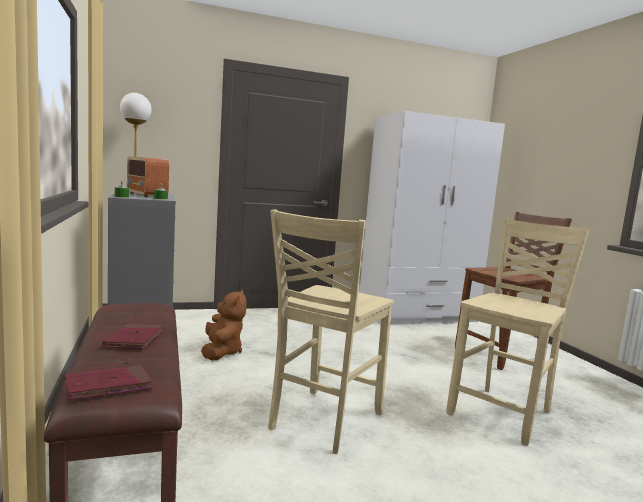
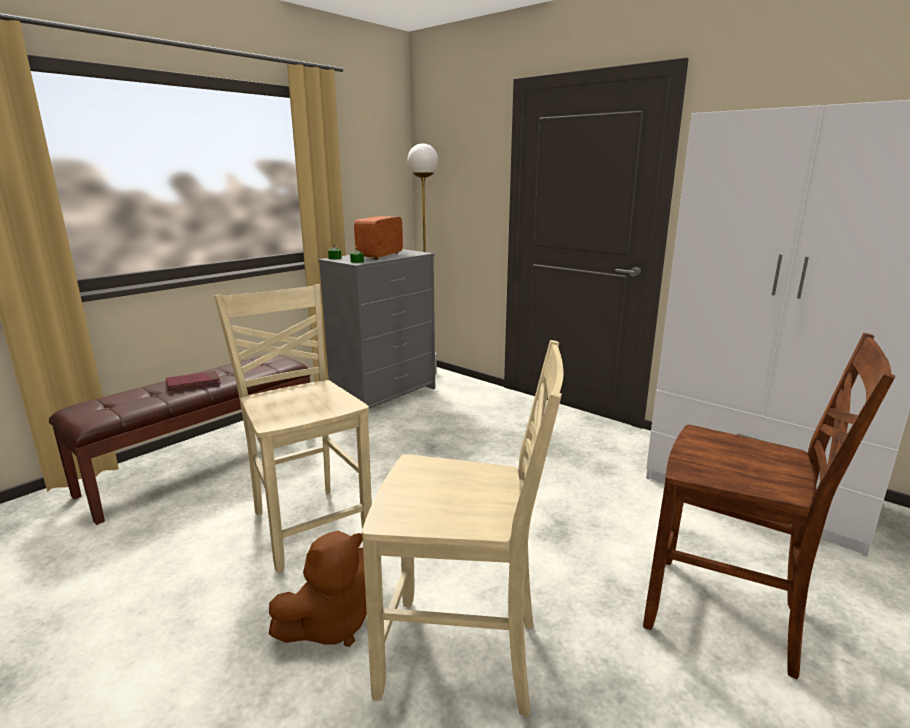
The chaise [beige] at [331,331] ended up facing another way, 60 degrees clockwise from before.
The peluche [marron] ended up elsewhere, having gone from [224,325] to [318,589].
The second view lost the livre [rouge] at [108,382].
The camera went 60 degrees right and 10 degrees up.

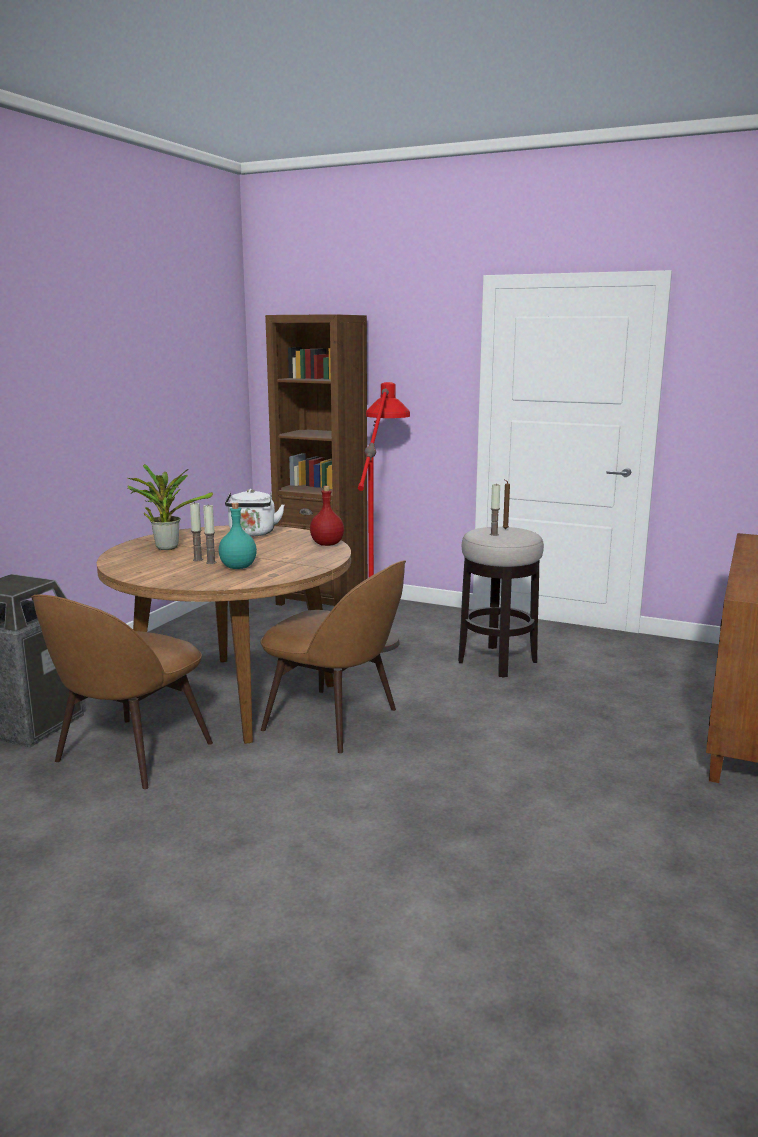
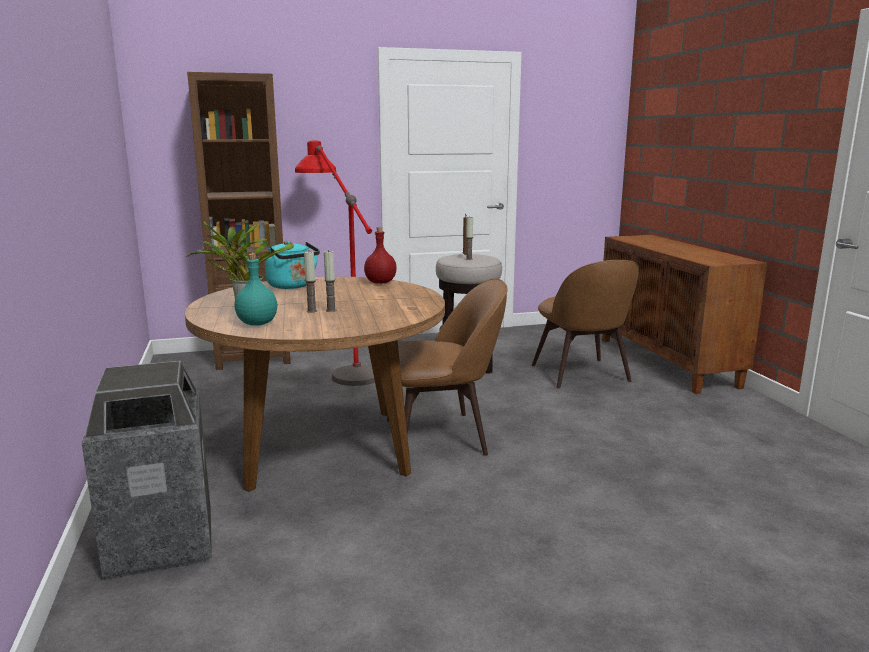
What was the bouilloire [blanc] at [255,512] turned into the bouilloire [turquoise] at [292,265].
The bouteille [turquoise] ended up elsewhere, having gone from [238,536] to [256,289].
The chaise [marron] ended up elsewhere, having gone from [122,692] to [585,324].
The camera went 40 degrees left and 0 degrees up.

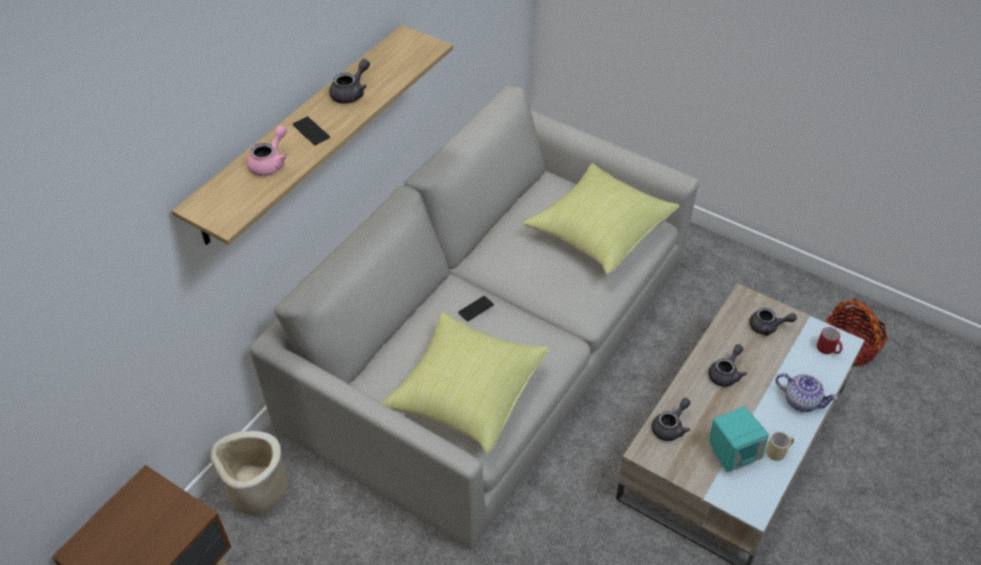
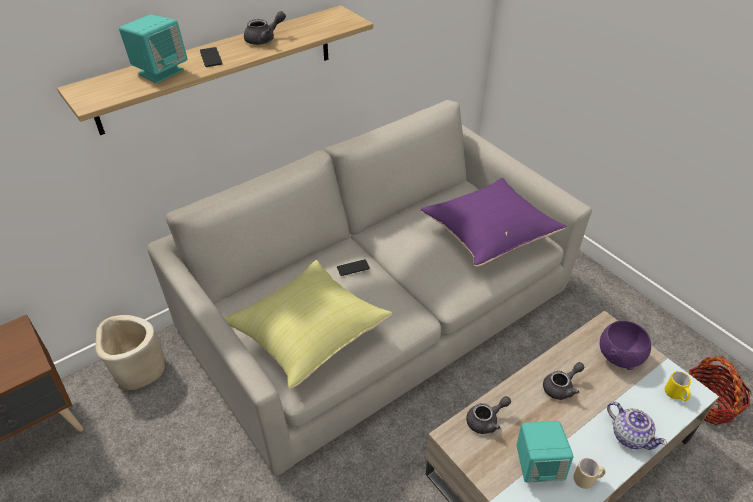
Where the théière [rose] stood at [267,150], the enceinte [turquoise] came to stand at [153,49].
What was the coussin [jaune] at [601,218] turned into the coussin [violet] at [494,222].
Where the théière [gris] stood at [773,321], the bol [violet] came to stand at [625,345].
What was the mug [rouge] at [830,340] turned into the mug [jaune] at [678,386].
The camera went 20 degrees right and 5 degrees down.

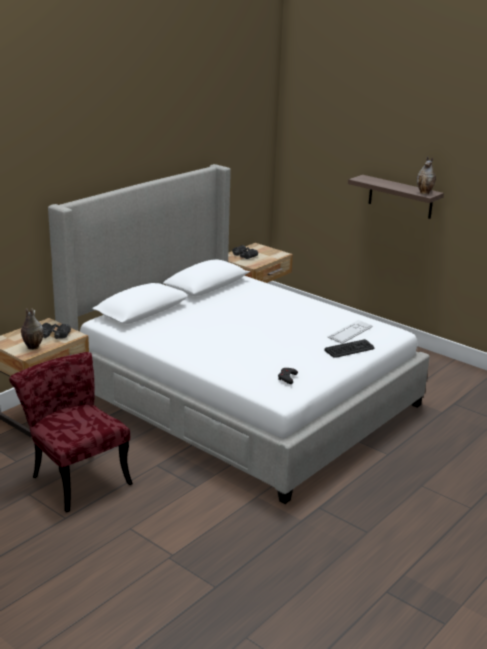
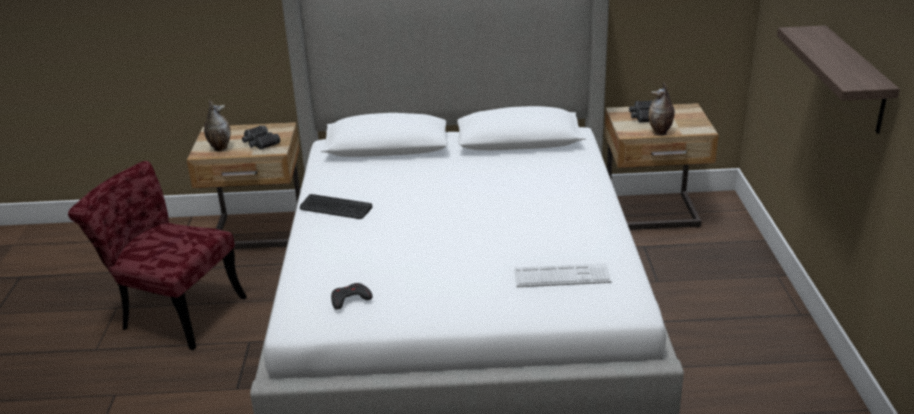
The vase ended up elsewhere, having gone from [426,175] to [661,109].
The clavier ended up elsewhere, having gone from [349,348] to [336,206].
The chaise [rouge] at [71,432] ended up facing another way, 75 degrees counterclockwise from before.
The camera went 50 degrees right and 5 degrees up.

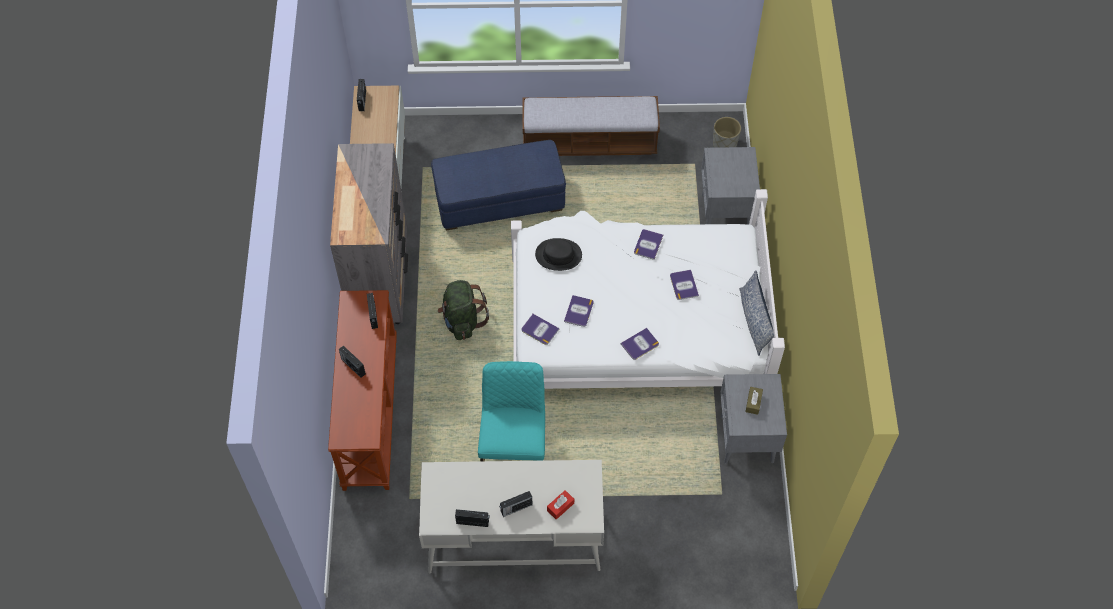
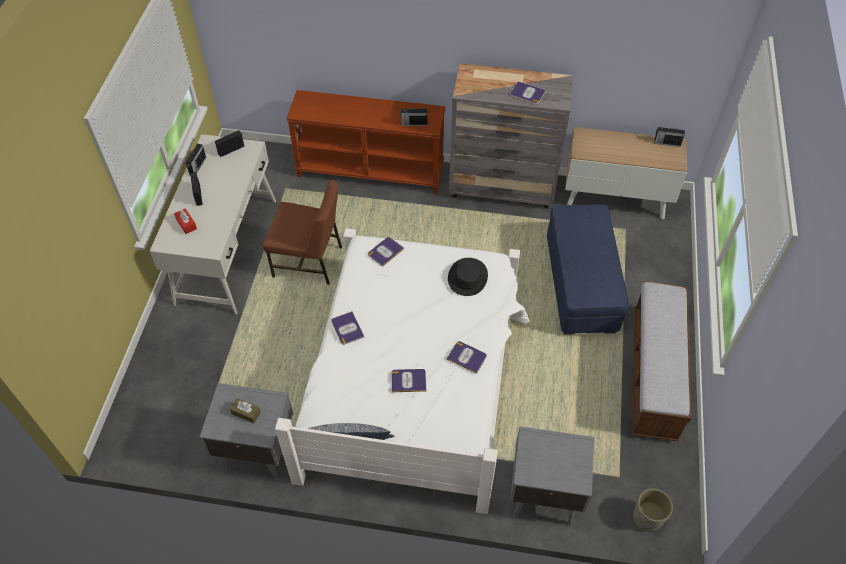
The second view lost the sac à dos [vert] at [463,310].
The livre ended up elsewhere, having gone from [579,311] to [528,92].
The radio ended up elsewhere, having gone from [352,362] to [229,143].
What was the chaise [turquoise] at [511,411] turned into the chaise [marron] at [302,232].
The camera went 100 degrees right and 5 degrees down.

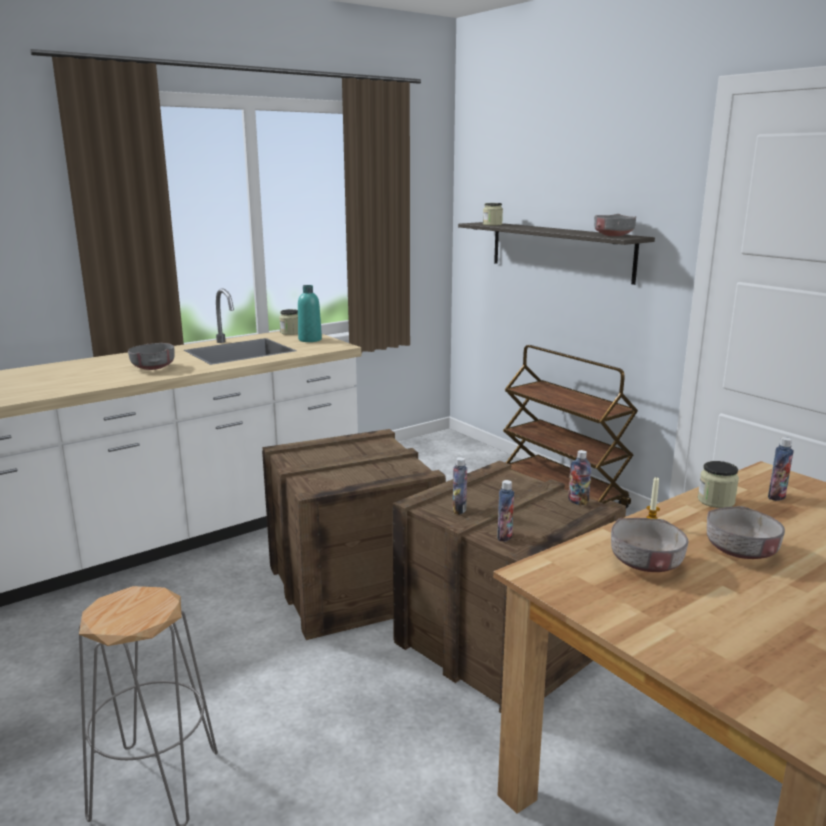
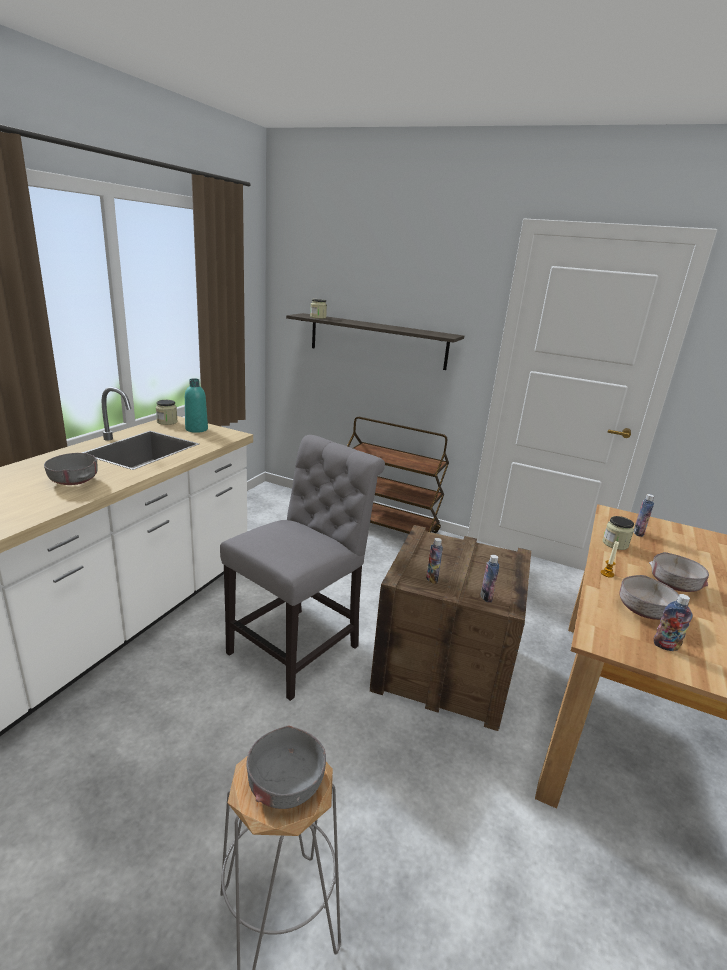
The bol [gris] ended up elsewhere, having gone from [615,225] to [286,767].
Where the caisse stood at [354,534], the chaise [gris] came to stand at [302,568].
The bouteille ended up elsewhere, having gone from [579,478] to [673,622].
The camera went 30 degrees left and 5 degrees up.

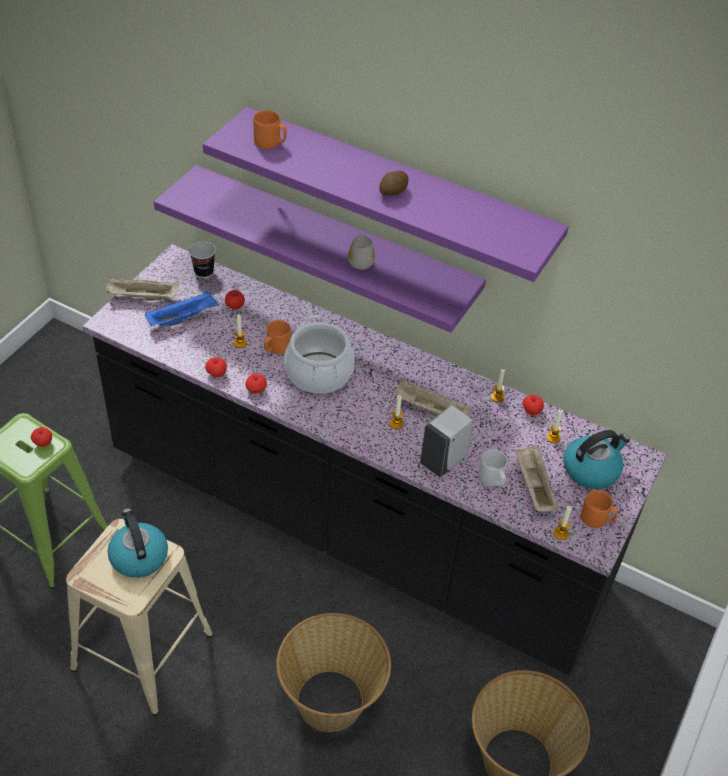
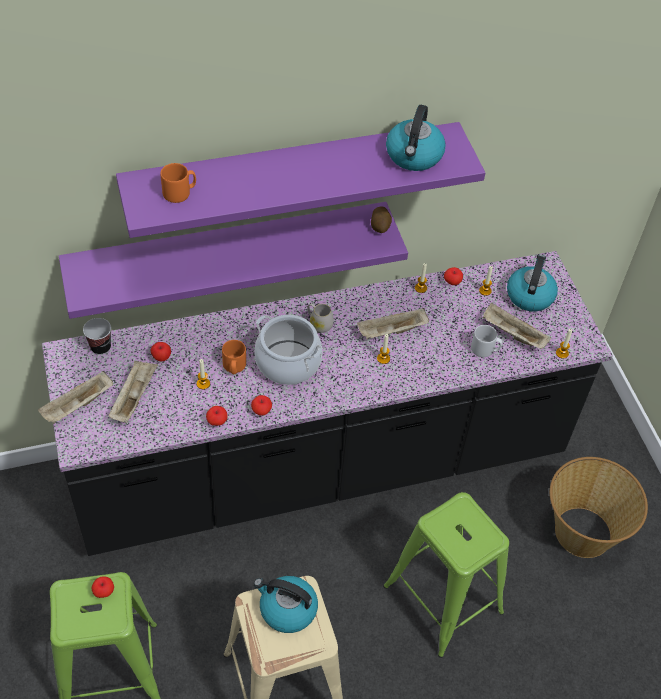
The pomme de terre ended up elsewhere, having gone from [394,183] to [381,219].
The mug [blanc] ended up elsewhere, having gone from [361,251] to [320,318].
What was the plateau [bleu] at [182,309] turned into the plateau [beige] at [133,392].
The second view lost the distributeur de savon [blanc] at [446,441].
The second view lost the mug [orange] at [599,509].
Where the panier stood at [333,672], the tabouret [vert] came to stand at [446,575].
The second view gained the bouilloire at [416,138].
The camera went 45 degrees left and 5 degrees up.

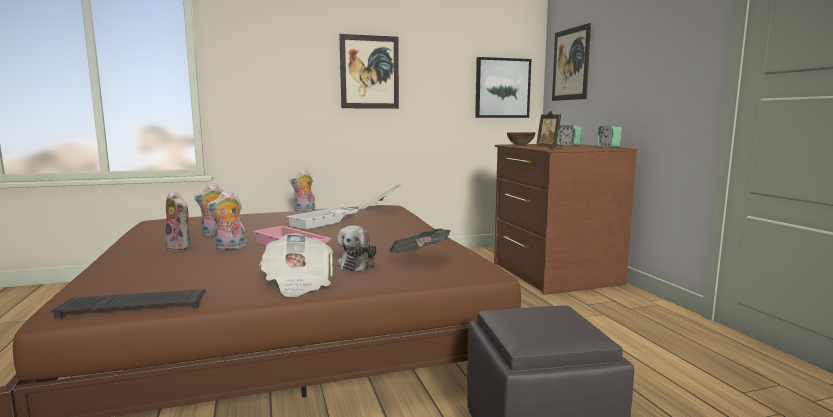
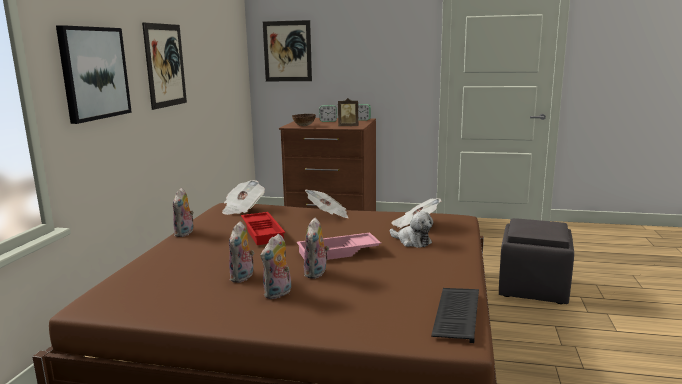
The tableau ended up elsewhere, having gone from [503,87] to [94,74].
The peluche at [177,221] ended up facing another way, 150 degrees clockwise from before.
What was the plateau [blanc] at [323,218] turned into the plateau [rouge] at [263,228].
The journal ended up elsewhere, having gone from [296,265] to [326,204].
The camera went 60 degrees left and 5 degrees up.

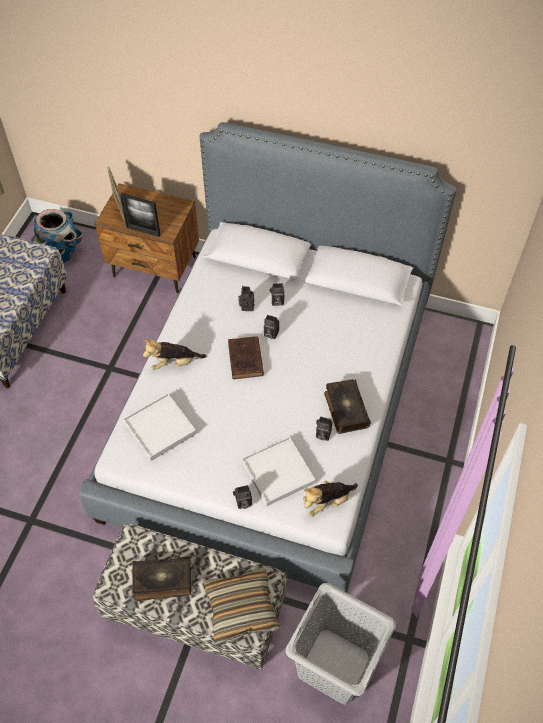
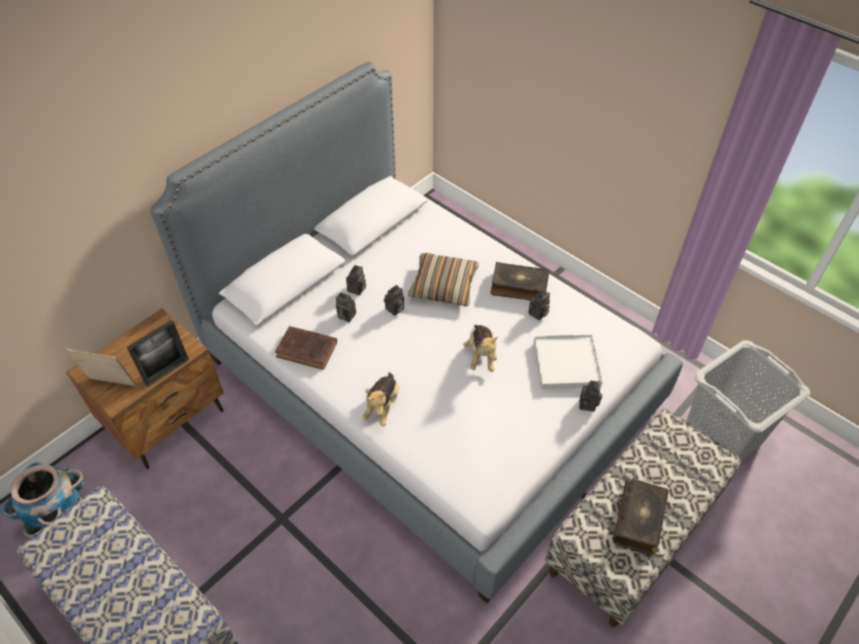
The livre [marron] ended up elsewhere, having gone from [246,357] to [306,348].
The second view lost the plateau [blanc] at [159,427].
The peluche ended up elsewhere, having gone from [330,499] to [480,348].
The coussin ended up elsewhere, having gone from [241,606] to [443,280].
The camera went 65 degrees left and 5 degrees down.

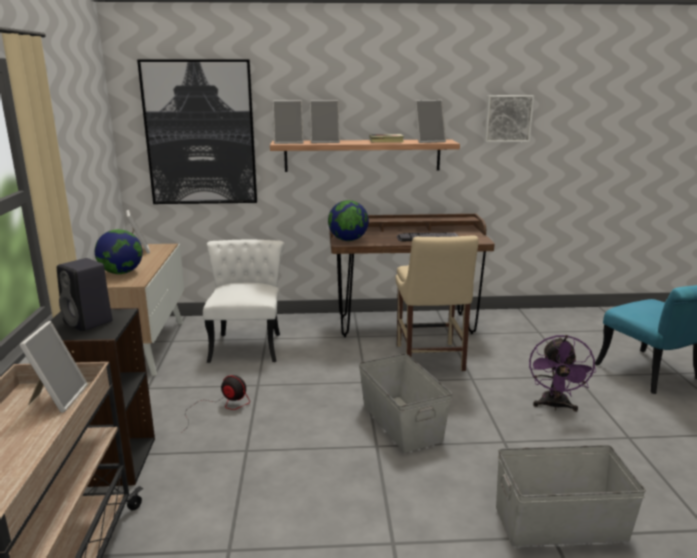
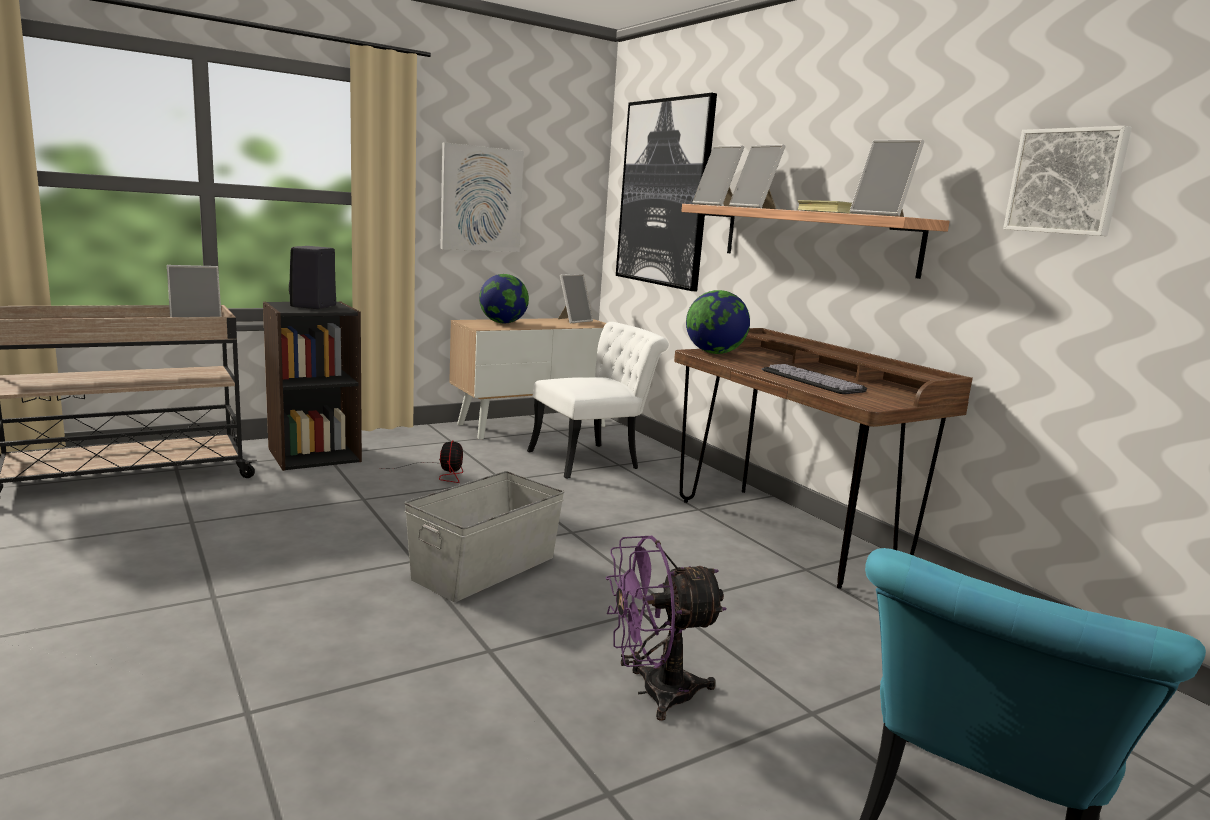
The second view lost the chaise [beige] at [437,303].
The second view lost the boîte de rangement [gris] at [571,495].
The second view gained the tableau at [482,197].
The camera went 60 degrees right and 5 degrees down.

